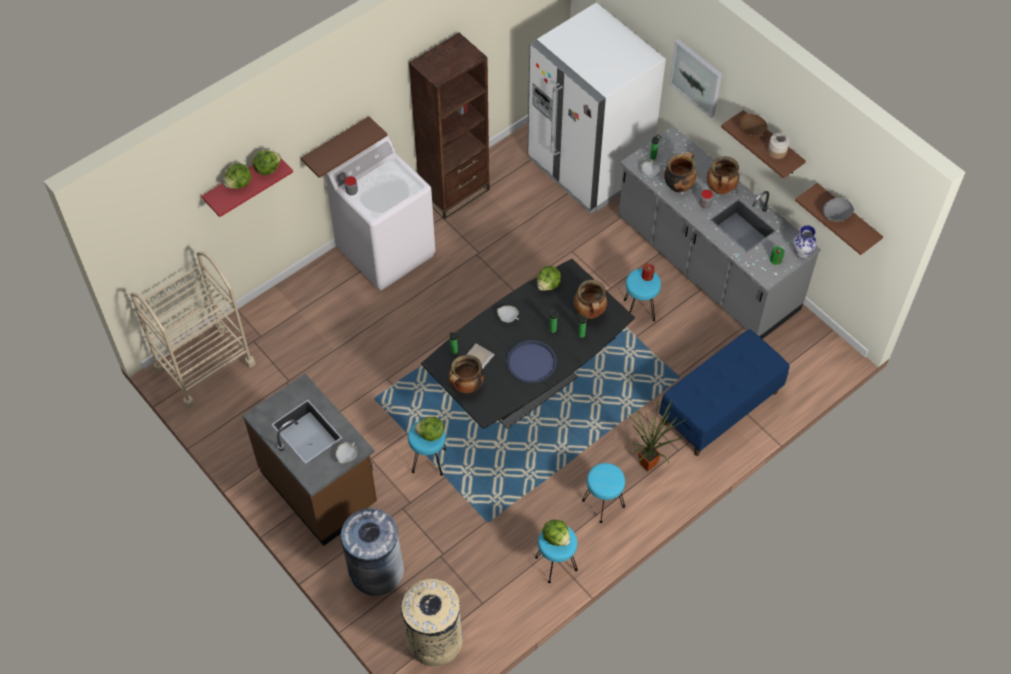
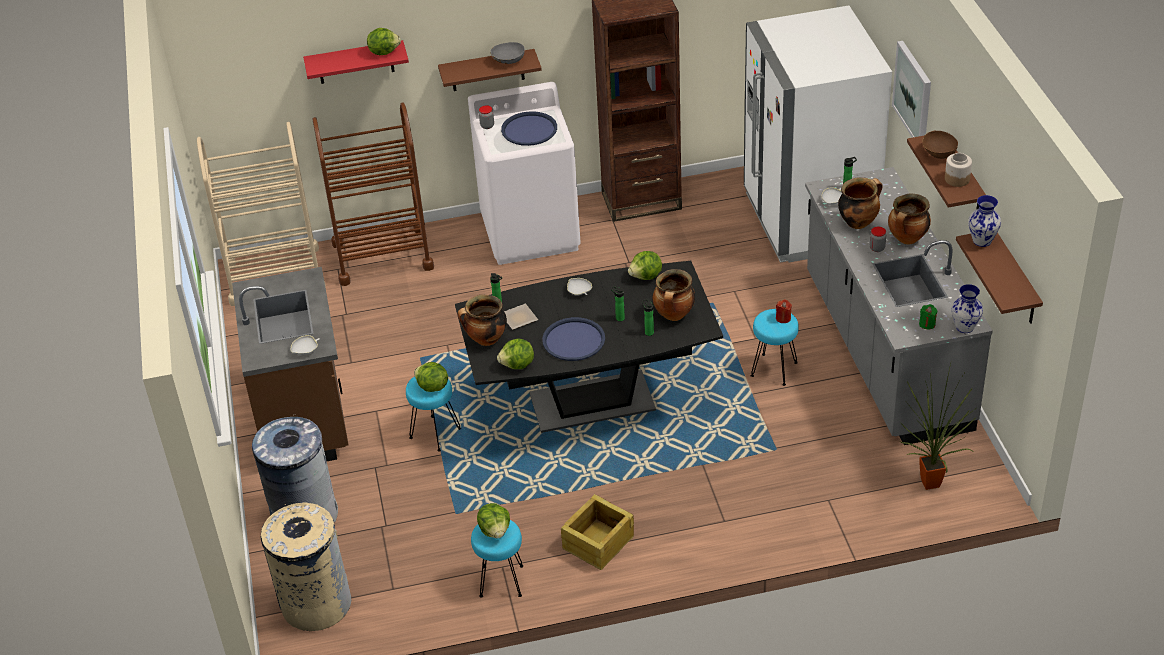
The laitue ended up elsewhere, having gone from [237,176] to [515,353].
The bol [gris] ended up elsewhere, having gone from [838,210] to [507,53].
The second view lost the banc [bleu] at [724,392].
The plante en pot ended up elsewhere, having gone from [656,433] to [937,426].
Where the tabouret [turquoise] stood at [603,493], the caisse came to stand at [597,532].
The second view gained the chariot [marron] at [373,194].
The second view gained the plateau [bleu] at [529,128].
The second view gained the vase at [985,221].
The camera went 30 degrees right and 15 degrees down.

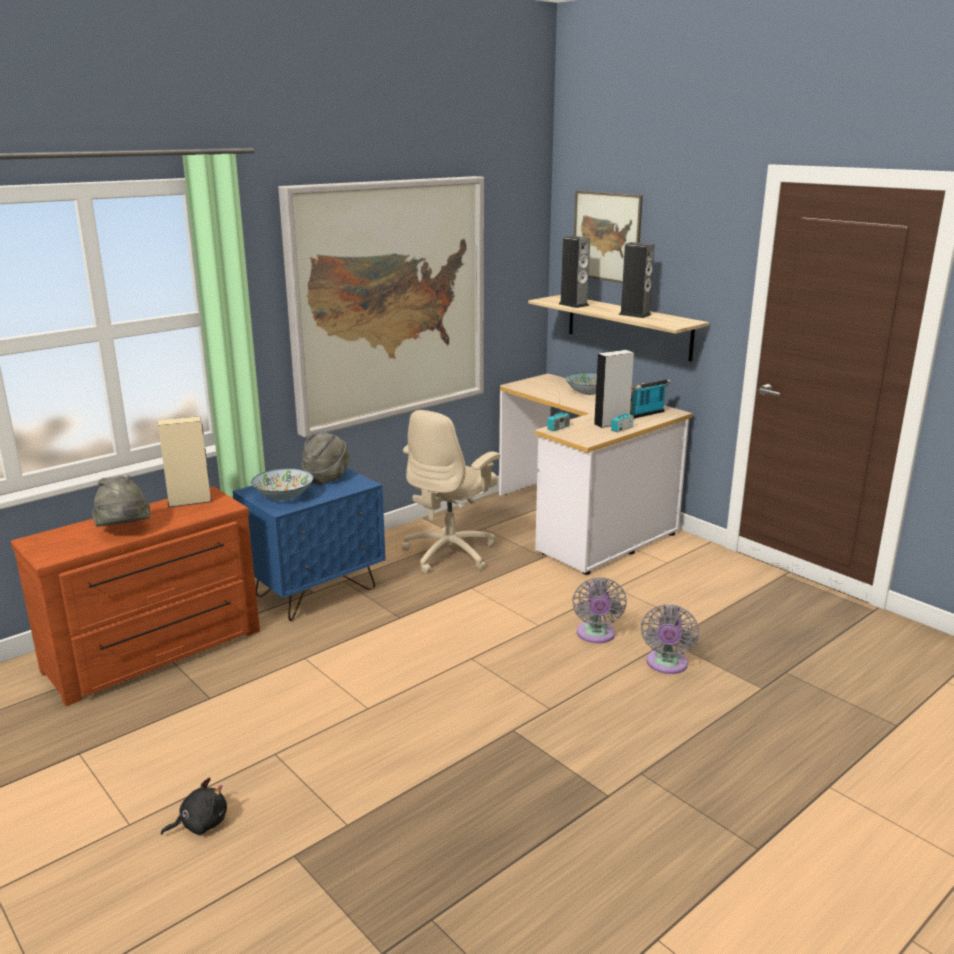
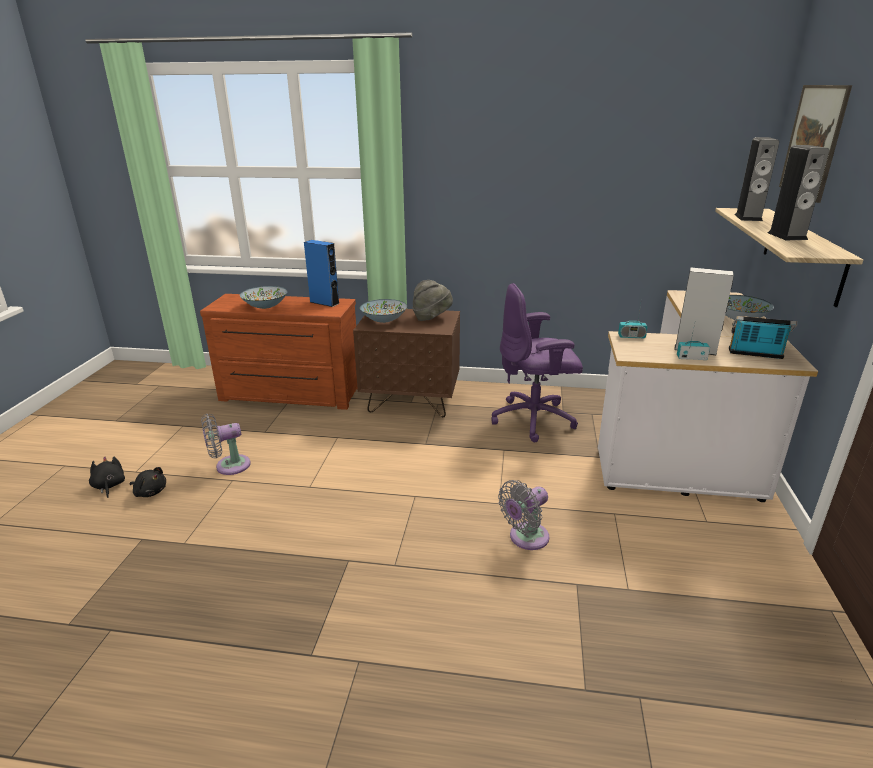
The second view lost the tableau at [381,307].
What was the chaise de bureau [beige] at [450,492] turned into the chaise de bureau [violet] at [537,362].
What was the enceinte [beige] at [185,462] turned into the enceinte [bleu] at [322,273].
What was the table de chevet [bleu] at [309,544] turned into the table de chevet [marron] at [406,363].
Where the chapeau [gris] stood at [121,501], the bol came to stand at [264,297].
The ventilateur [gris] ended up elsewhere, having gone from [670,639] to [226,444].
The second view gained the peluche [noir] at [107,477].
The camera went 50 degrees right and 5 degrees up.

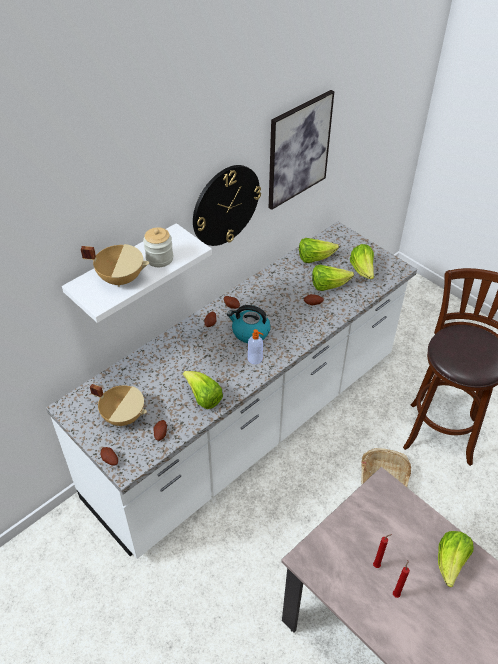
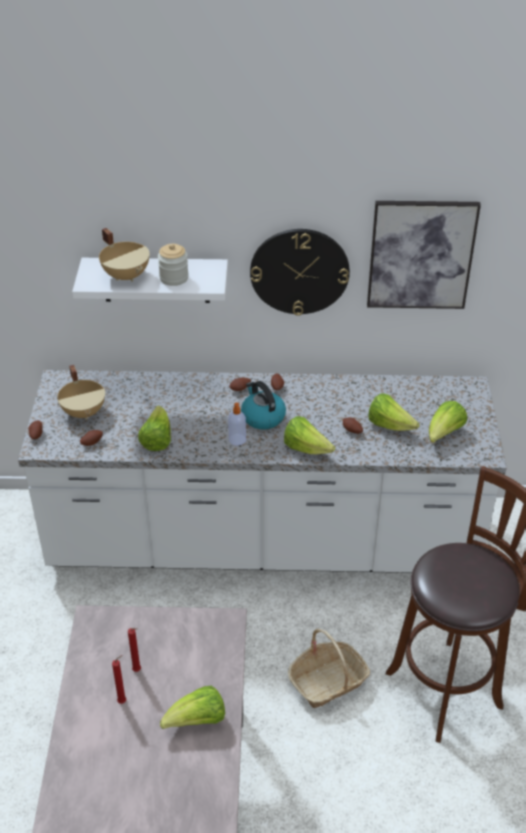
The laitue ended up elsewhere, having gone from [319,250] to [309,435].
The camera went 45 degrees right and 5 degrees down.

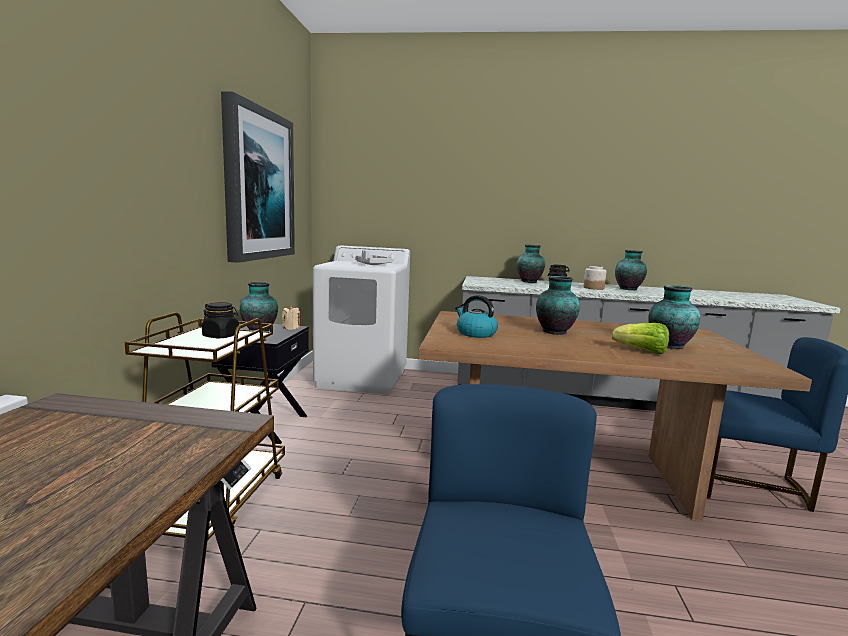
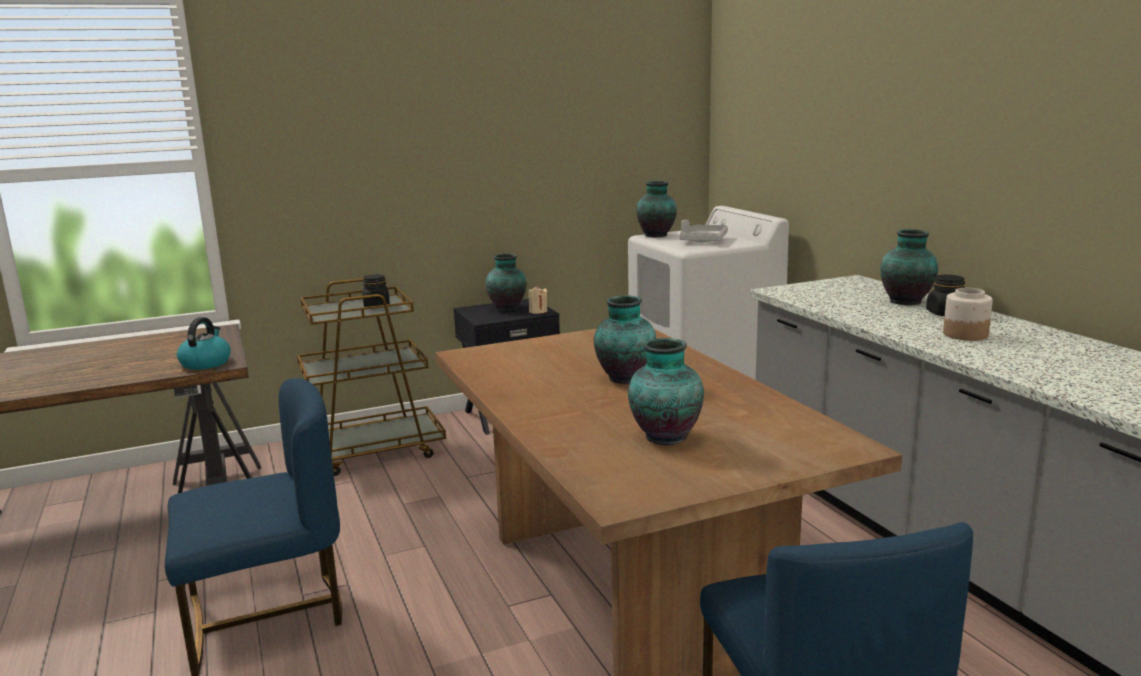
The second view lost the tableau at [258,177].
The vase ended up elsewhere, having gone from [631,270] to [656,209].
The bouilloire ended up elsewhere, having gone from [476,316] to [204,343].
The second view lost the laitue at [640,338].
The camera went 60 degrees right and 5 degrees up.

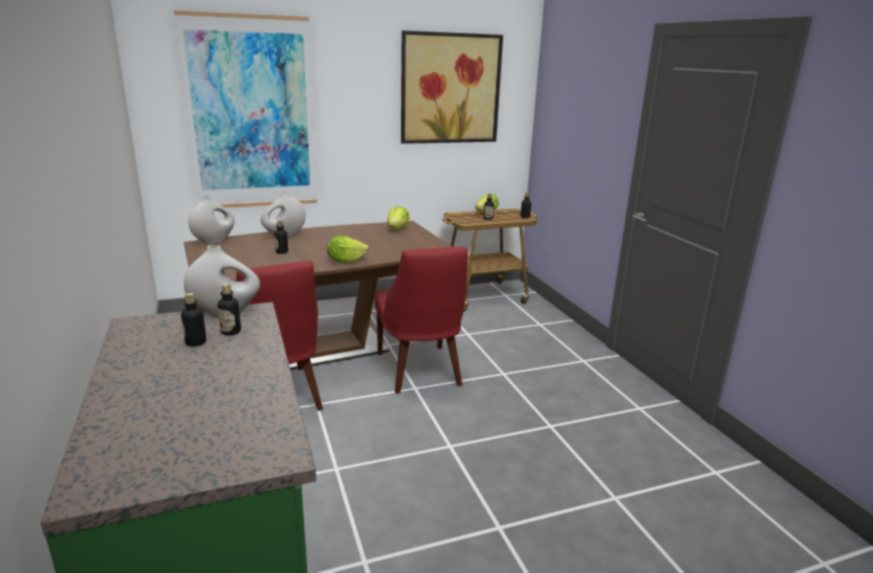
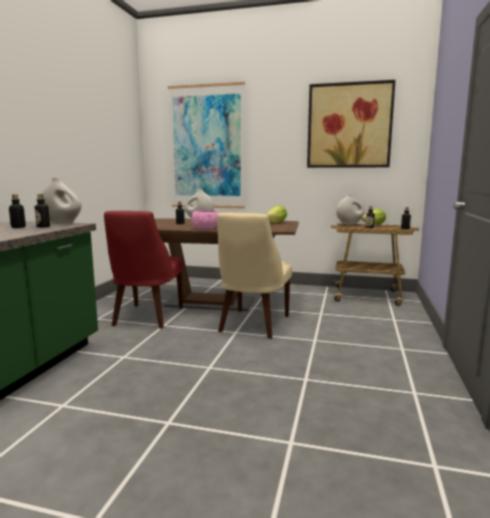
The vase [blanc] ended up elsewhere, having gone from [212,220] to [350,209].
Where the laitue stood at [348,249], the bol [rose] came to stand at [205,219].
What was the chaise [rouge] at [421,320] turned into the chaise [beige] at [254,276].
The camera went 35 degrees right and 10 degrees down.

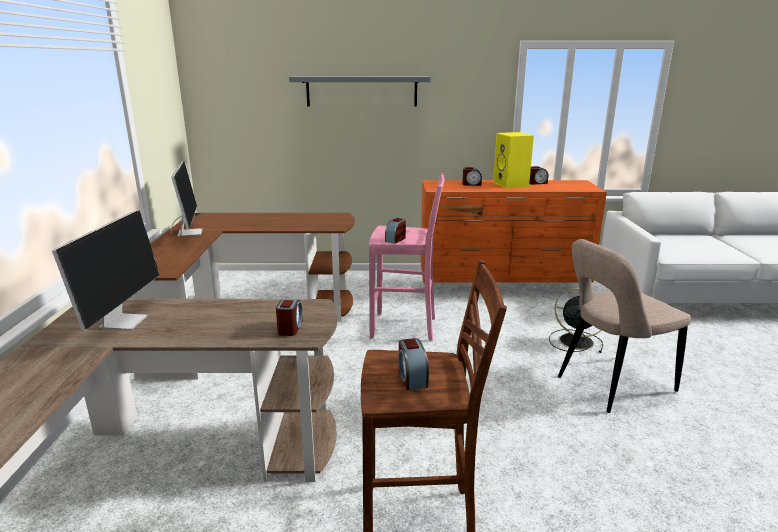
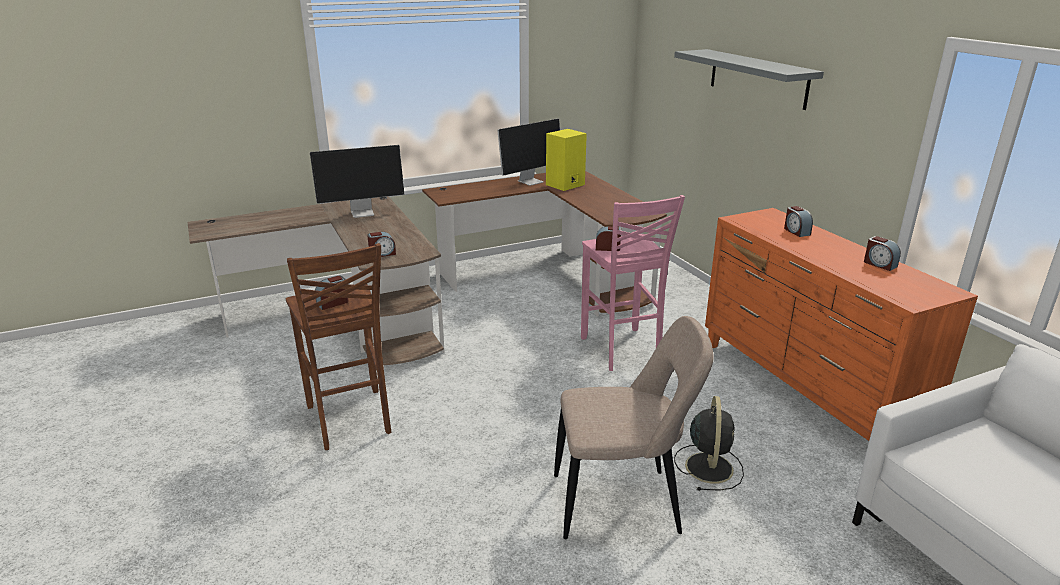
The enceinte [jaune] ended up elsewhere, having gone from [513,160] to [566,160].
The chaise [beige] at [624,326] ended up facing another way, 135 degrees clockwise from before.
The camera went 65 degrees right and 5 degrees up.

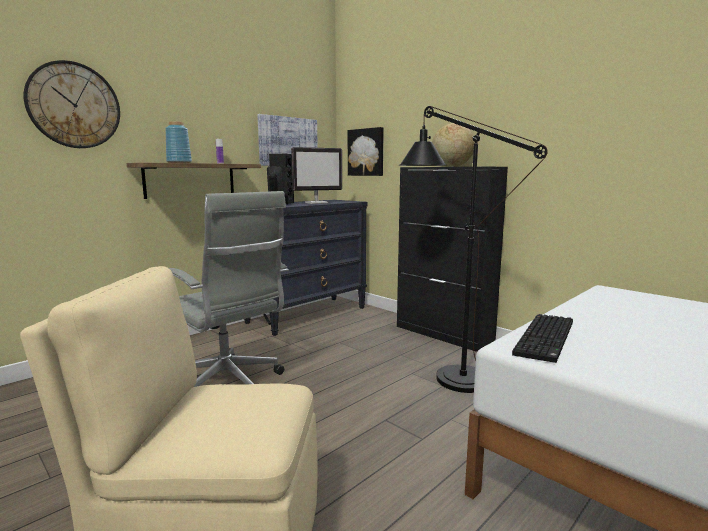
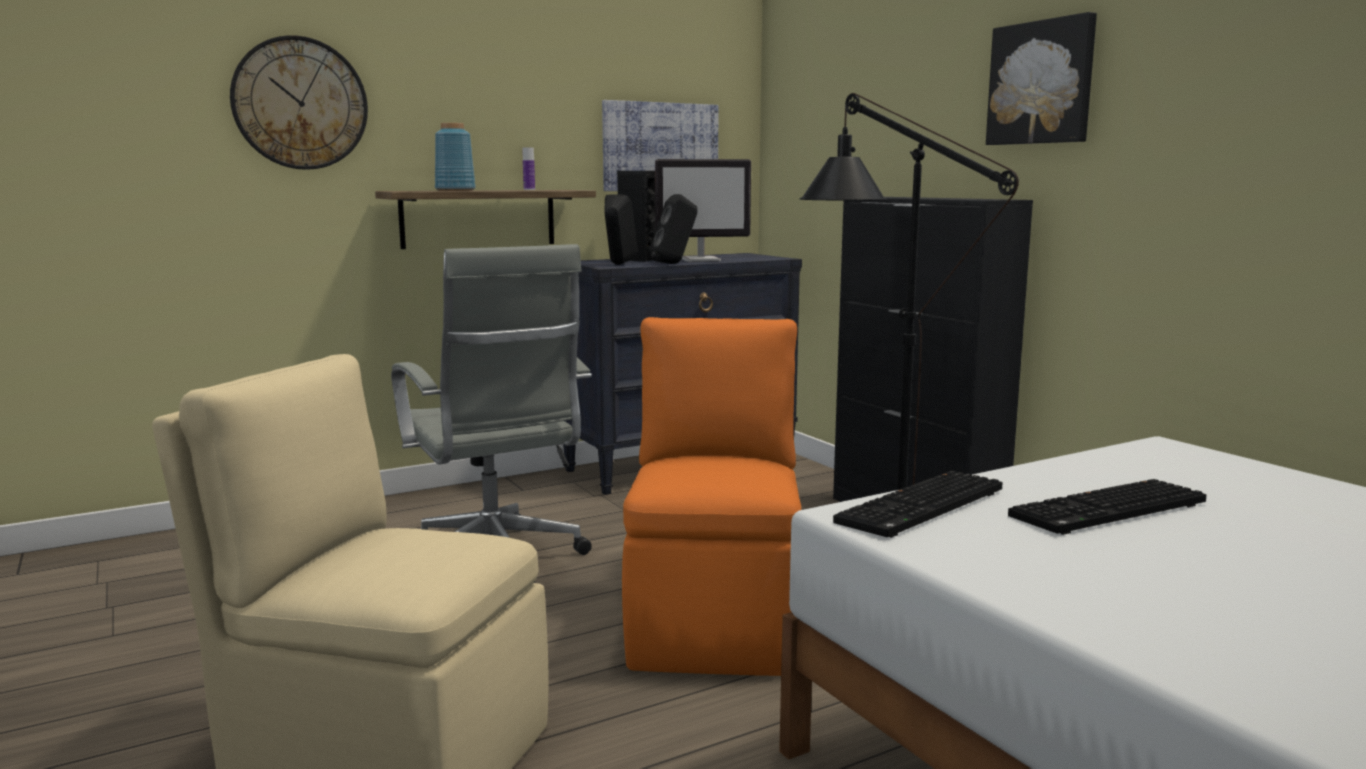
The second view lost the globe at [453,145].
The tableau ended up elsewhere, having gone from [366,151] to [1041,78].
The second view gained the enceinte [noir] at [673,229].
The second view gained the chaise [orange] at [711,496].
The second view gained the clavier at [1107,507].
The camera went 15 degrees right and 0 degrees up.

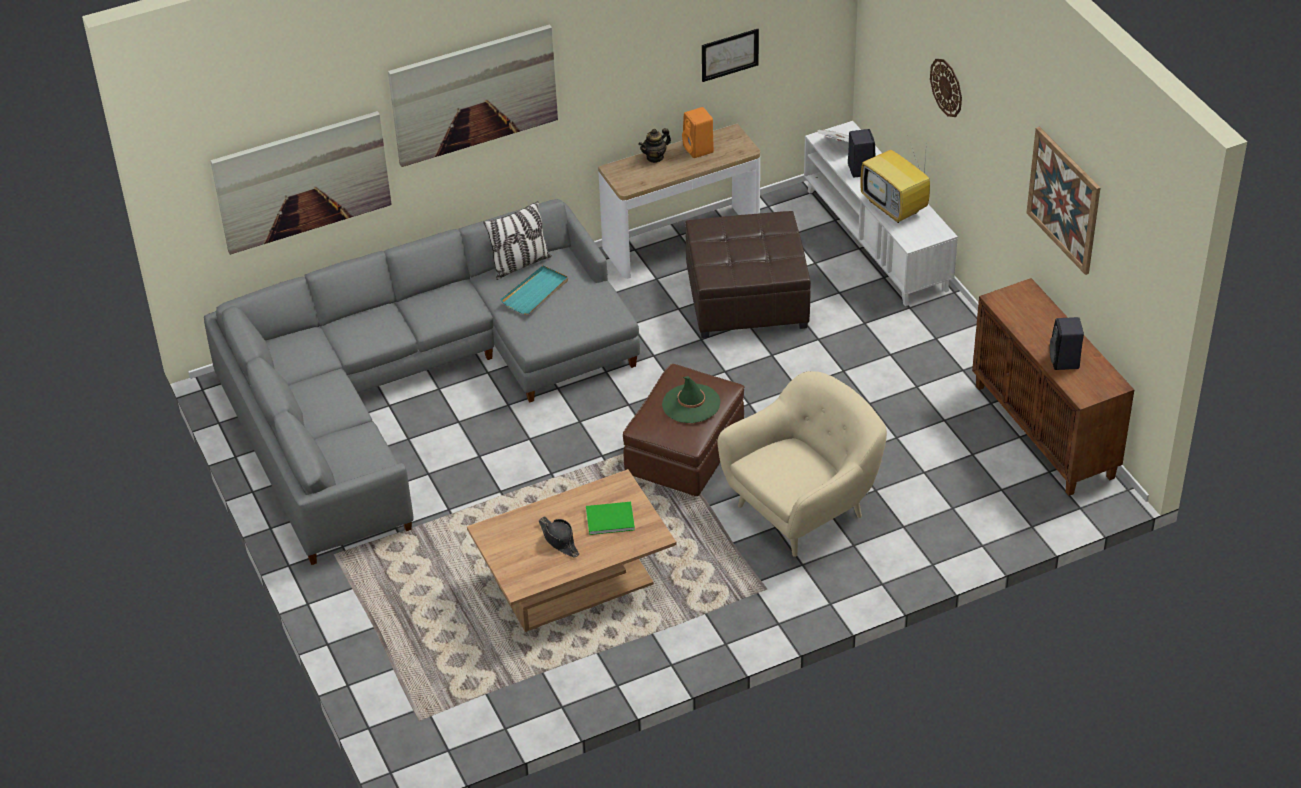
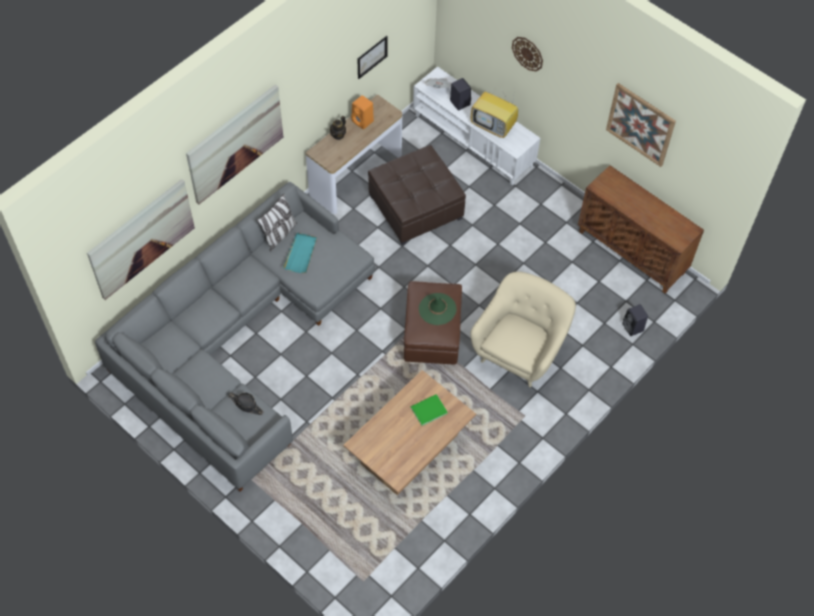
The enceinte [noir] ended up elsewhere, having gone from [1067,343] to [635,320].
The chapeau [noir] ended up elsewhere, having gone from [558,537] to [246,403].
The camera went 25 degrees left and 15 degrees up.

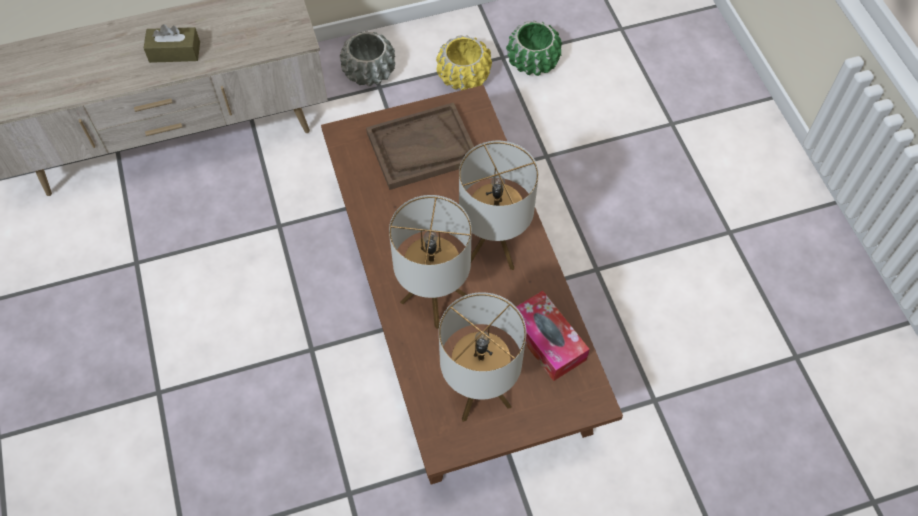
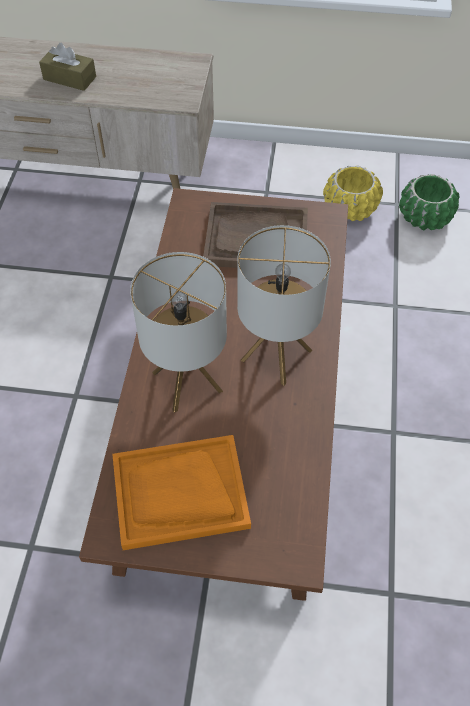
The second view lost the cache-pot [gris] at [367,58].
The second view lost the boîte à mouchoirs at [553,336].
Where the lampe de table stood at [482,357], the plateau [orange] came to stand at [181,492].
The camera went 25 degrees right and 5 degrees down.

